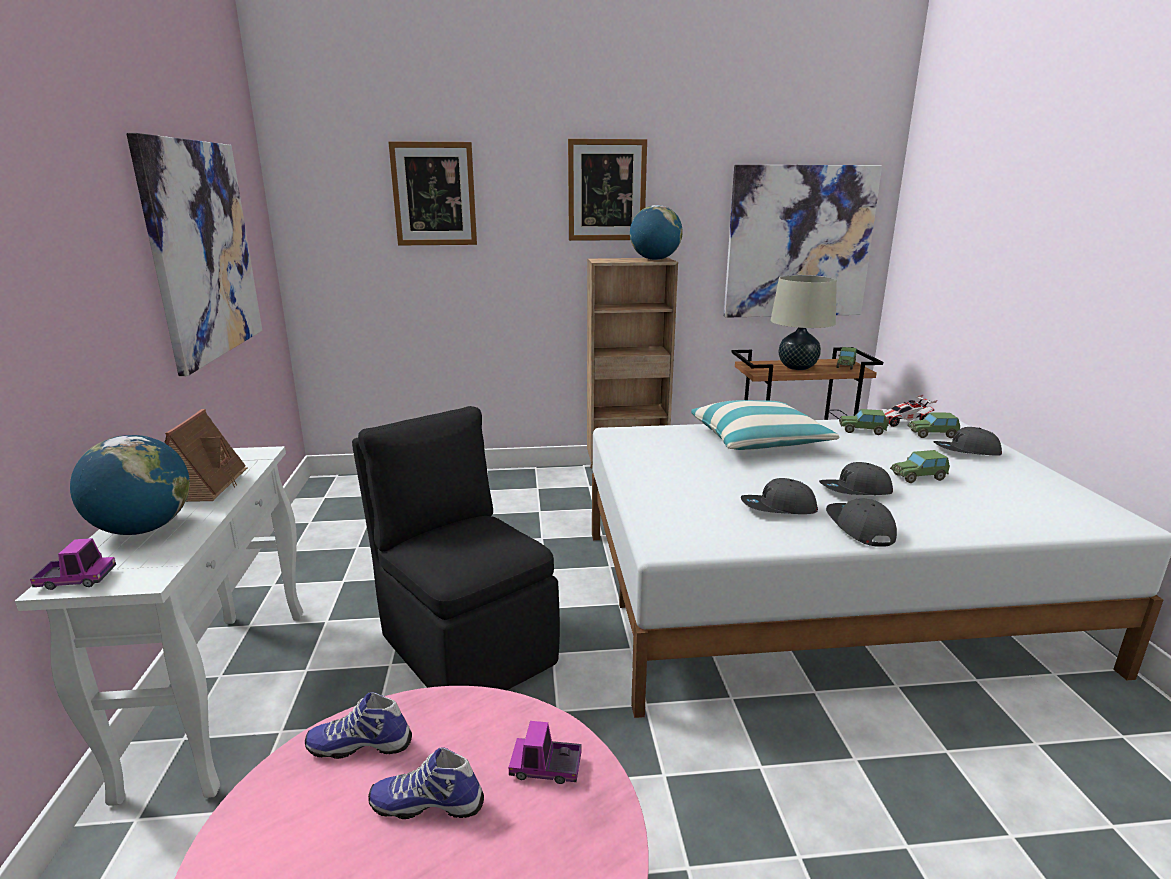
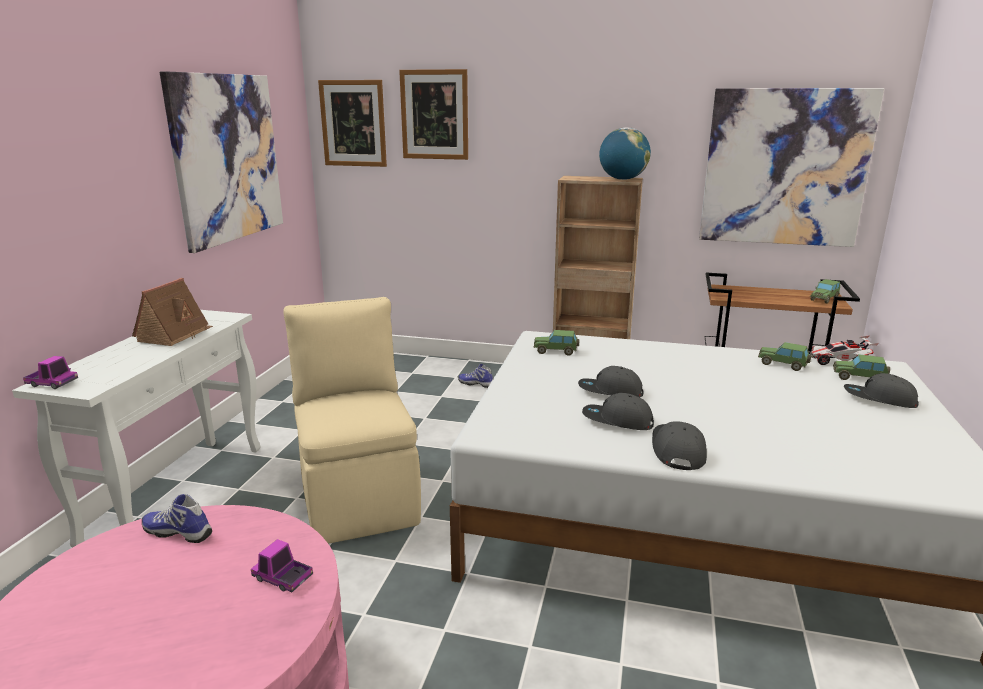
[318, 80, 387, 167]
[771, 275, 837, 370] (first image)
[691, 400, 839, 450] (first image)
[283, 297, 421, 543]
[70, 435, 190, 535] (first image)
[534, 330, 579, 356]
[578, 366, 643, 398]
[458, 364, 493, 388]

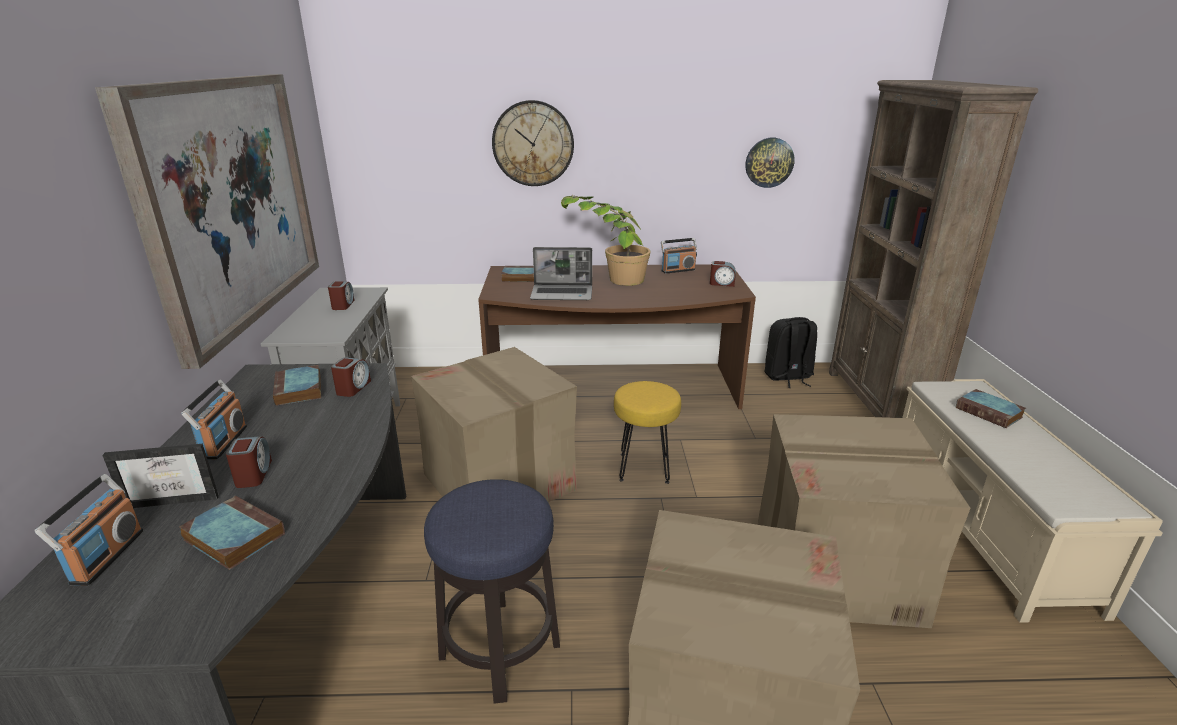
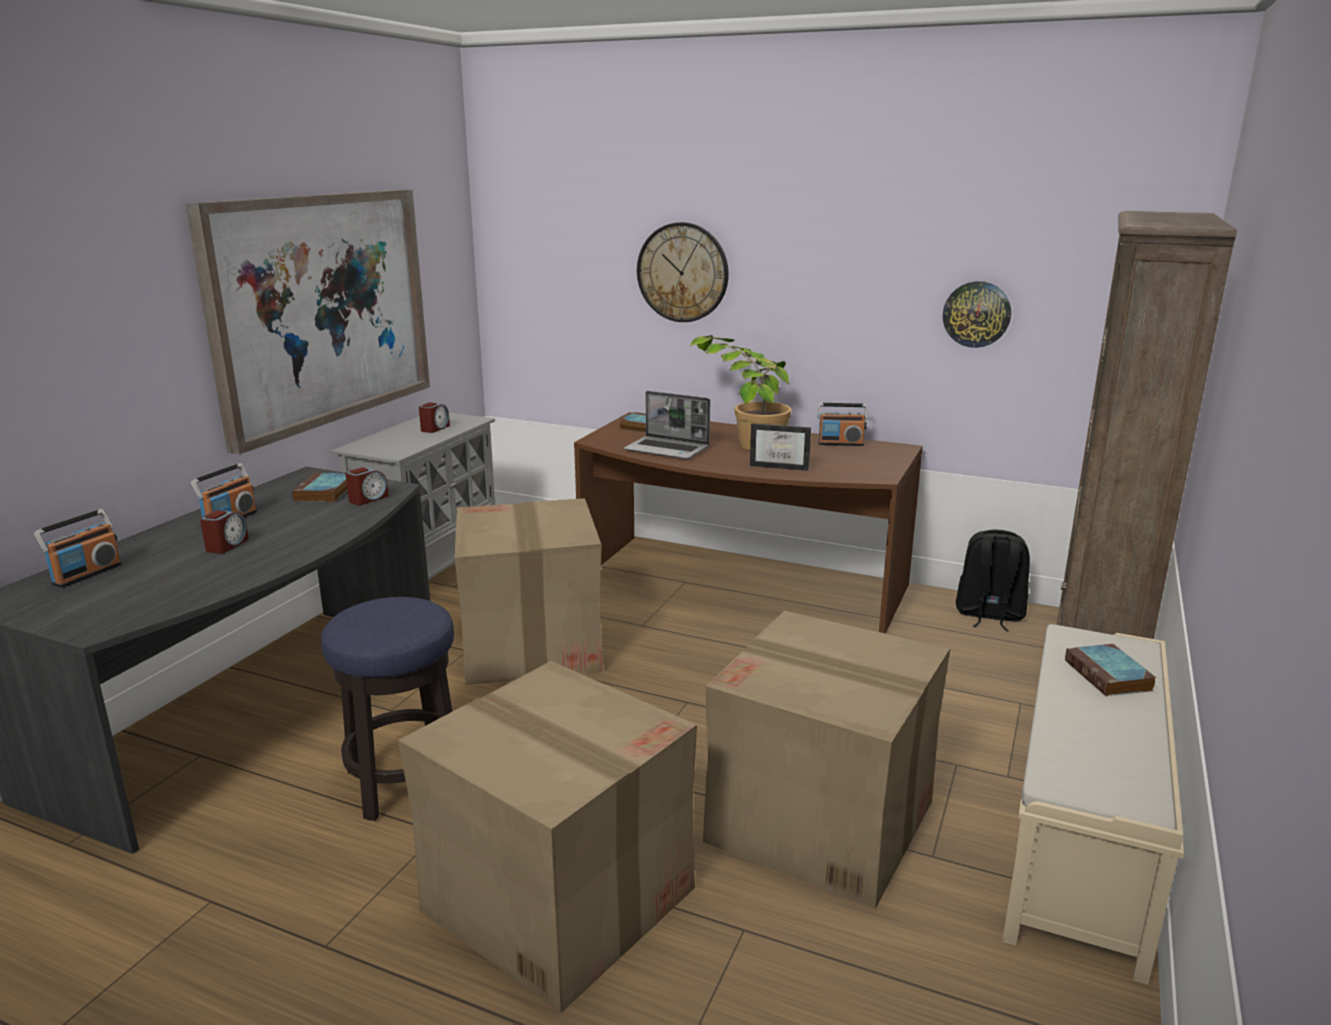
[710, 261, 736, 287] (first image)
[614, 381, 681, 484] (first image)
[750, 423, 811, 471]
[179, 495, 285, 570] (first image)

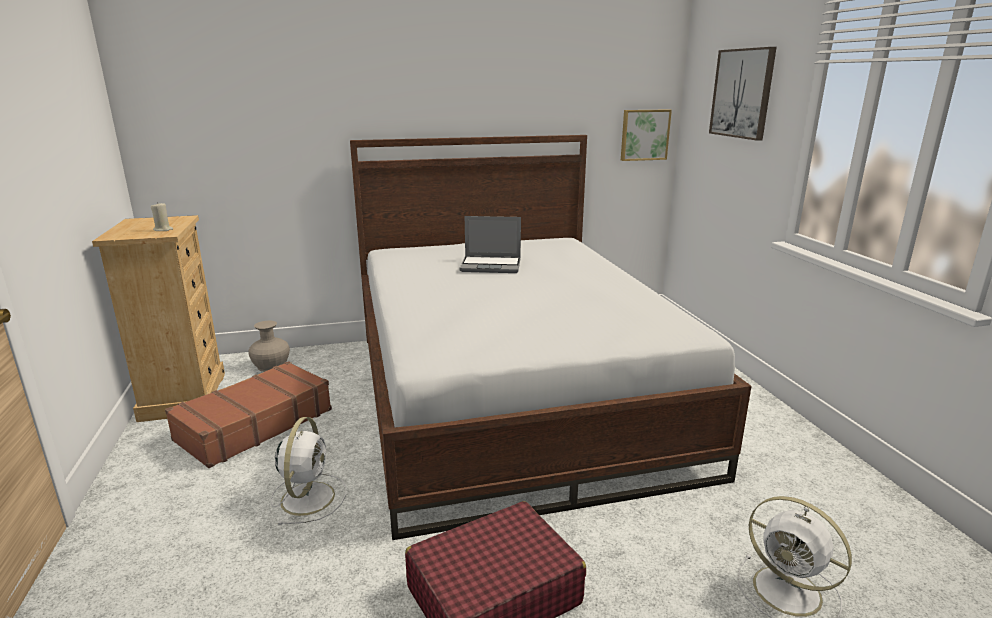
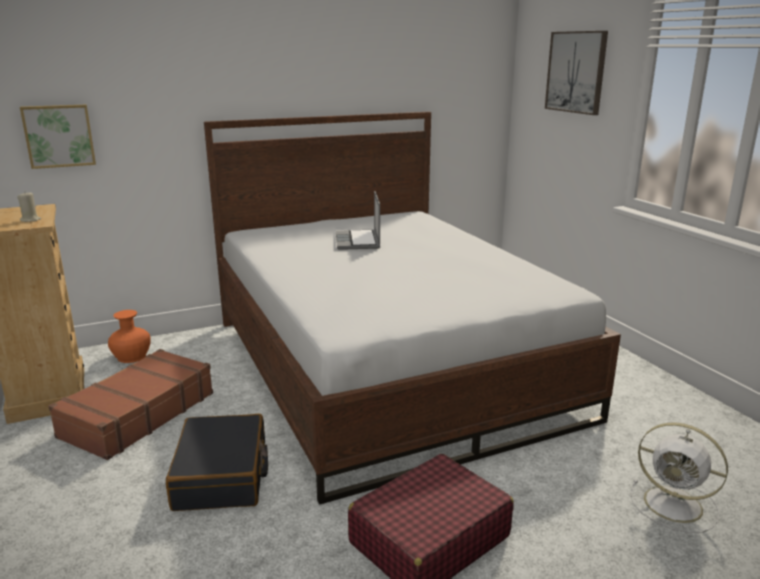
[20, 105, 96, 169]
[336, 191, 380, 250]
[108, 310, 151, 363]
[166, 414, 268, 511]

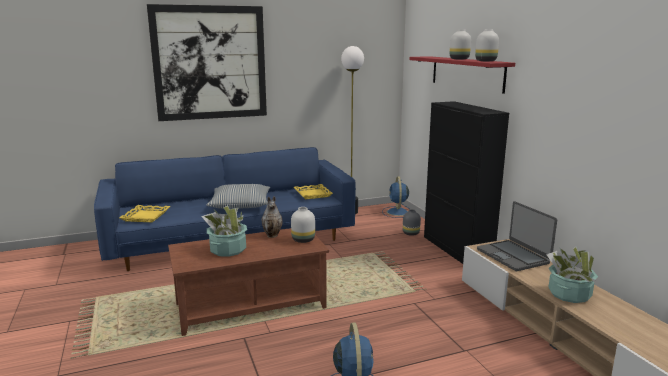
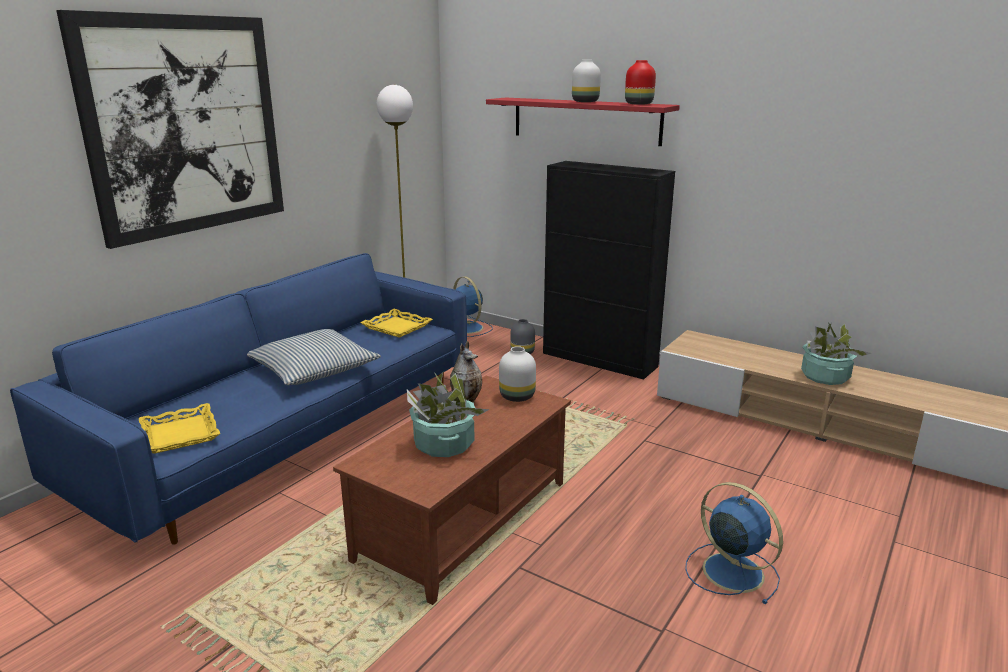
[625, 60, 656, 105]
[477, 201, 557, 271] (first image)

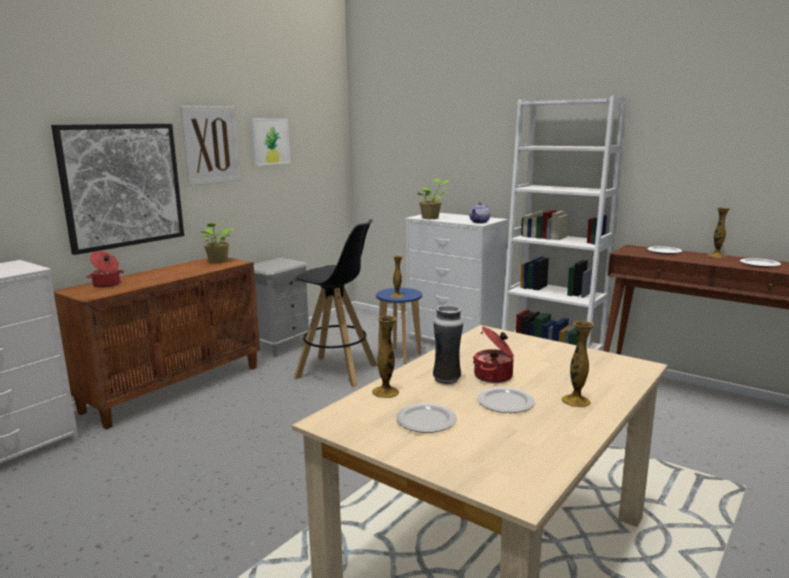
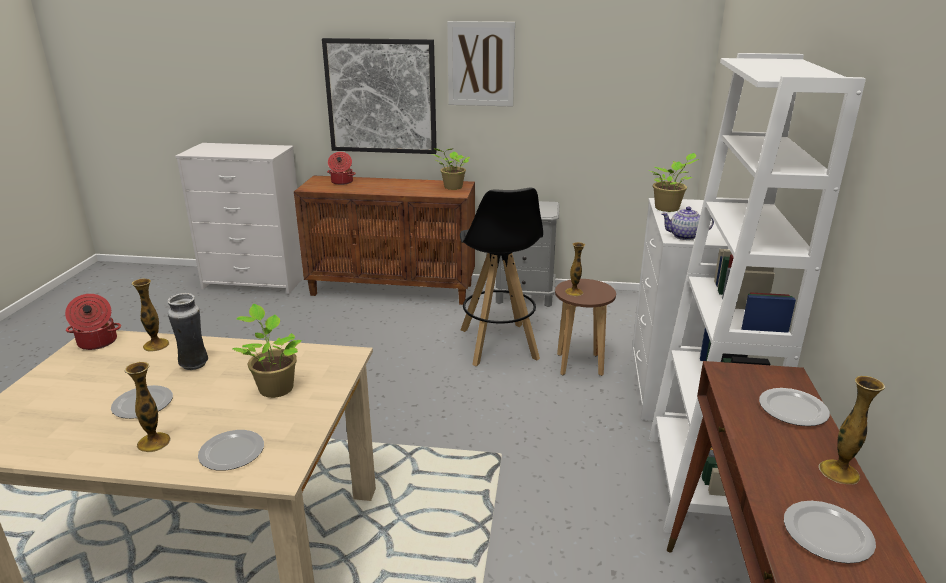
[252, 119, 290, 166] (first image)
[555, 279, 616, 376]
[65, 294, 121, 350]
[198, 430, 264, 470]
[232, 304, 302, 398]

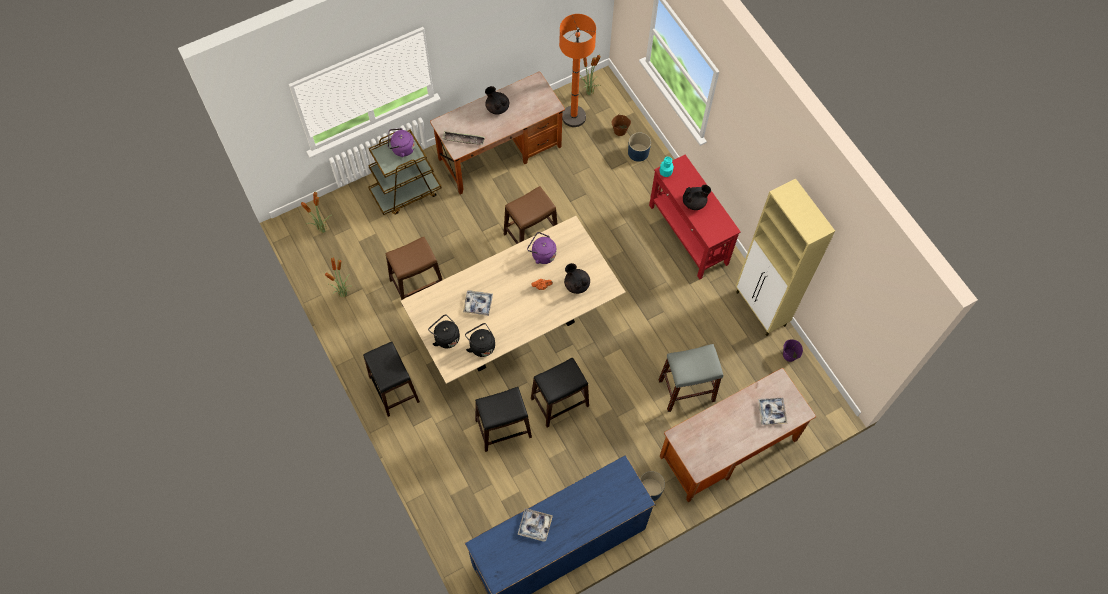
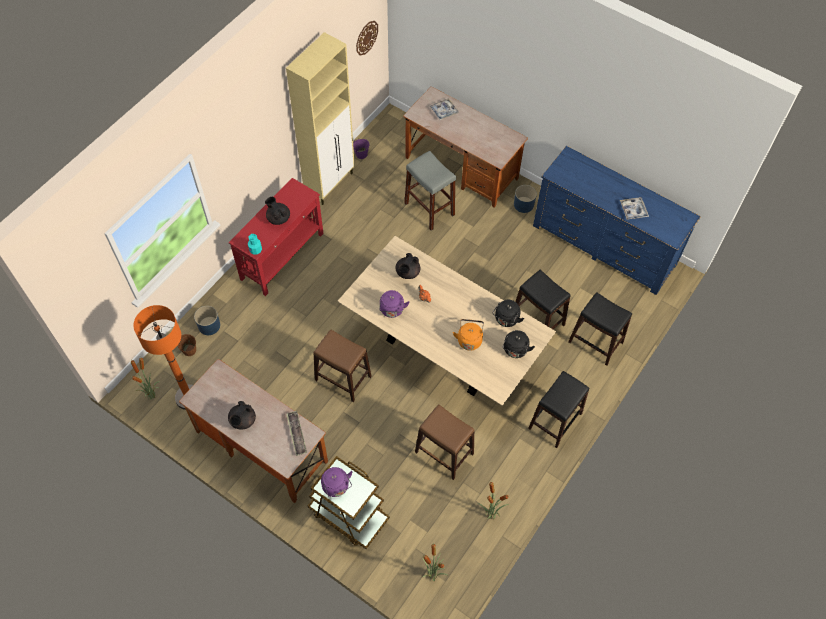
[453, 319, 484, 351]
[568, 292, 632, 366]
[356, 21, 378, 56]

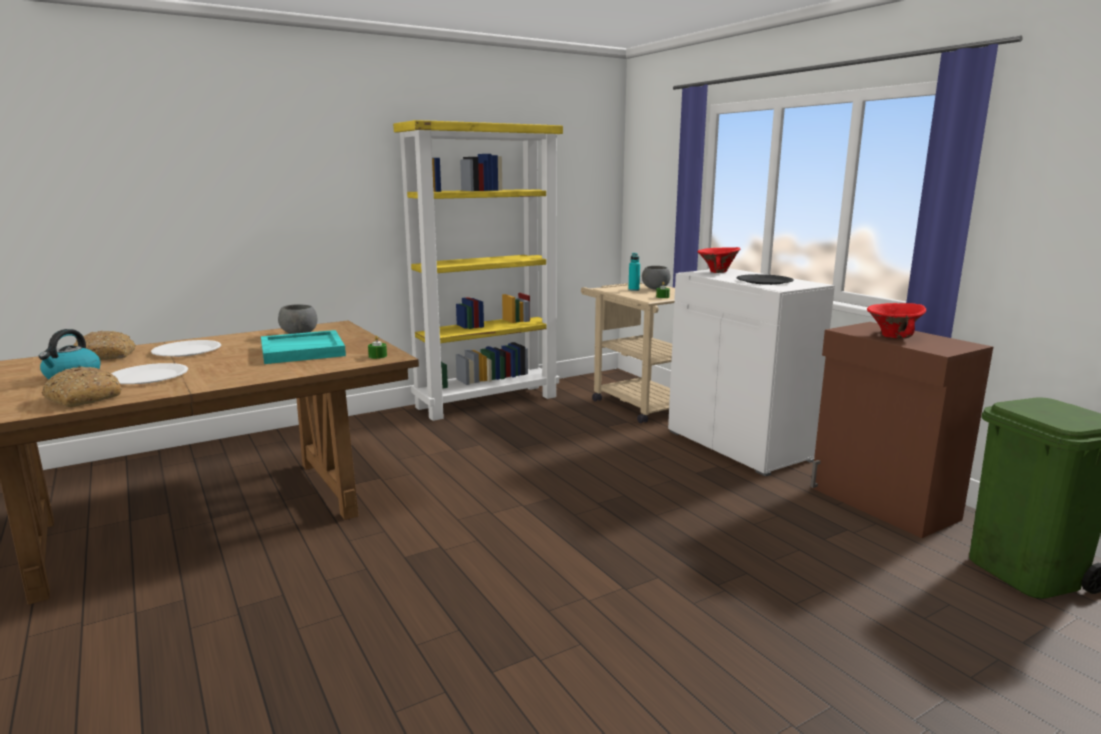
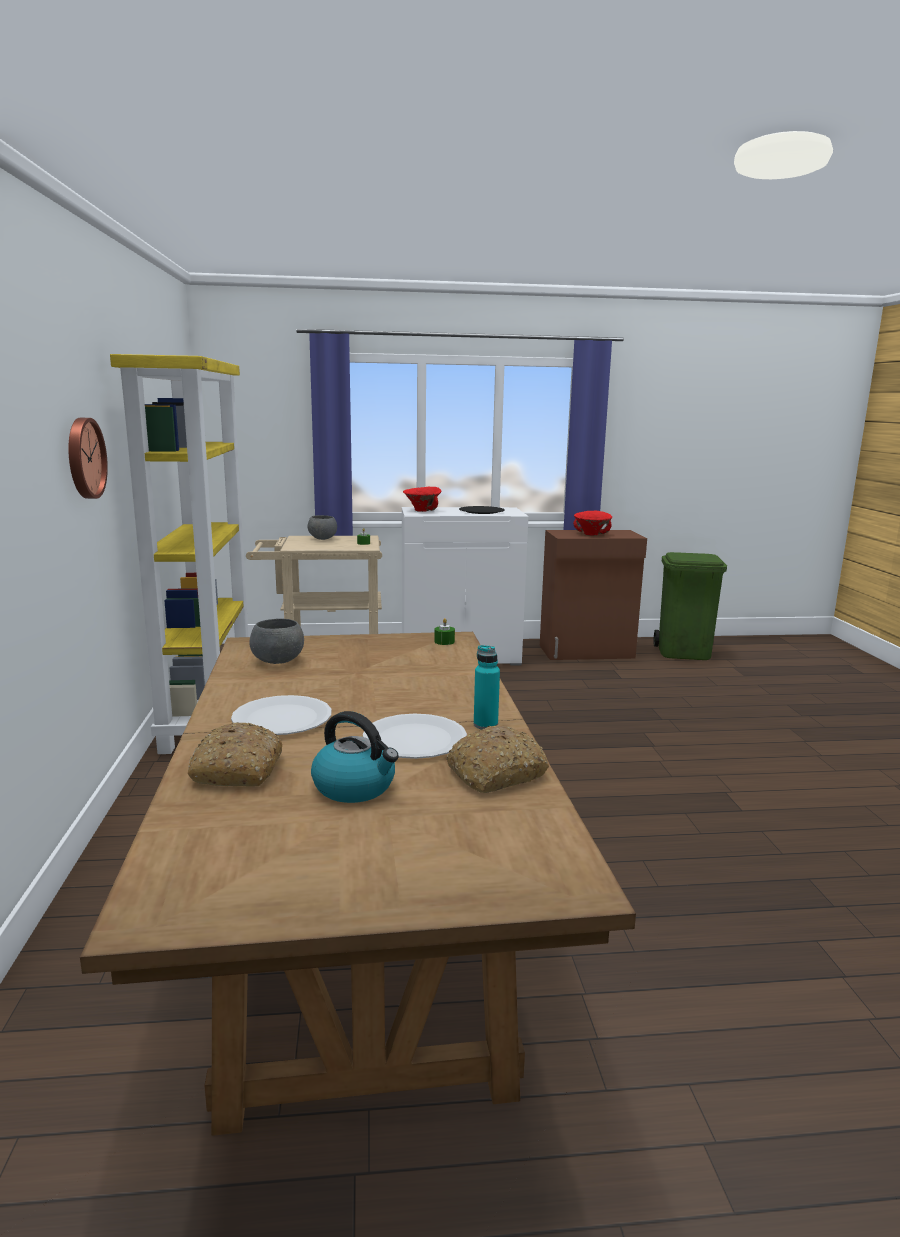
[474, 645, 500, 729]
[261, 330, 346, 364] (first image)
[68, 418, 108, 499]

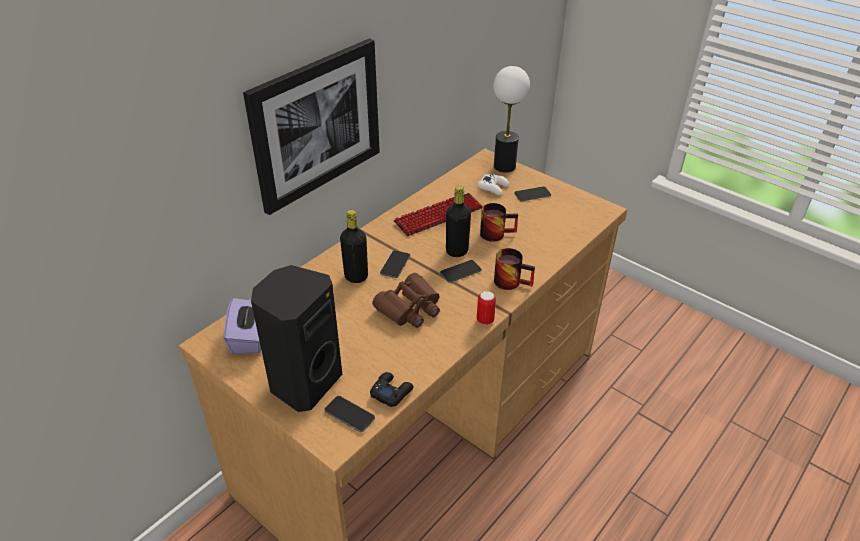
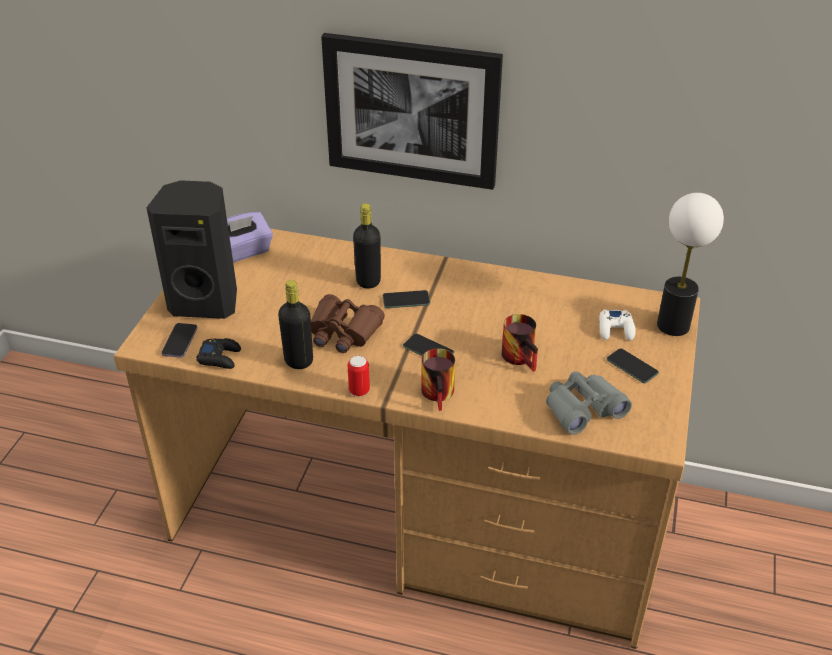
[278, 280, 313, 369]
[394, 193, 483, 236] (first image)
[546, 371, 632, 435]

